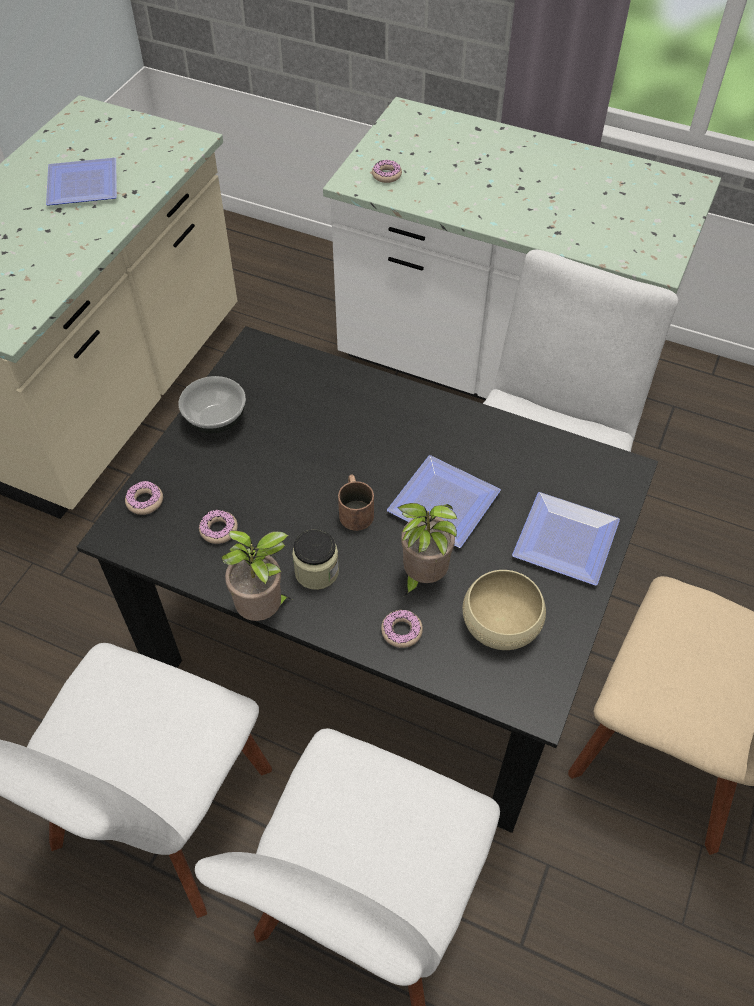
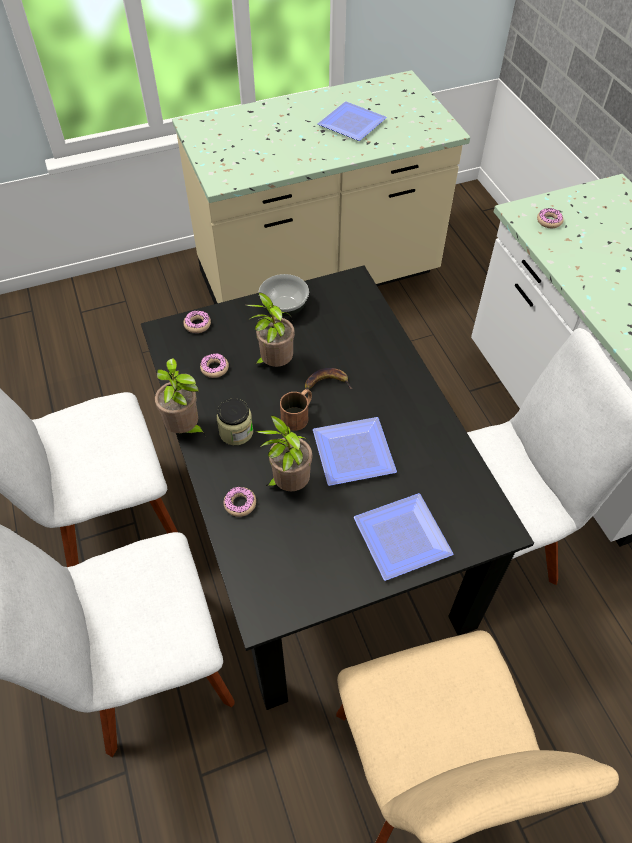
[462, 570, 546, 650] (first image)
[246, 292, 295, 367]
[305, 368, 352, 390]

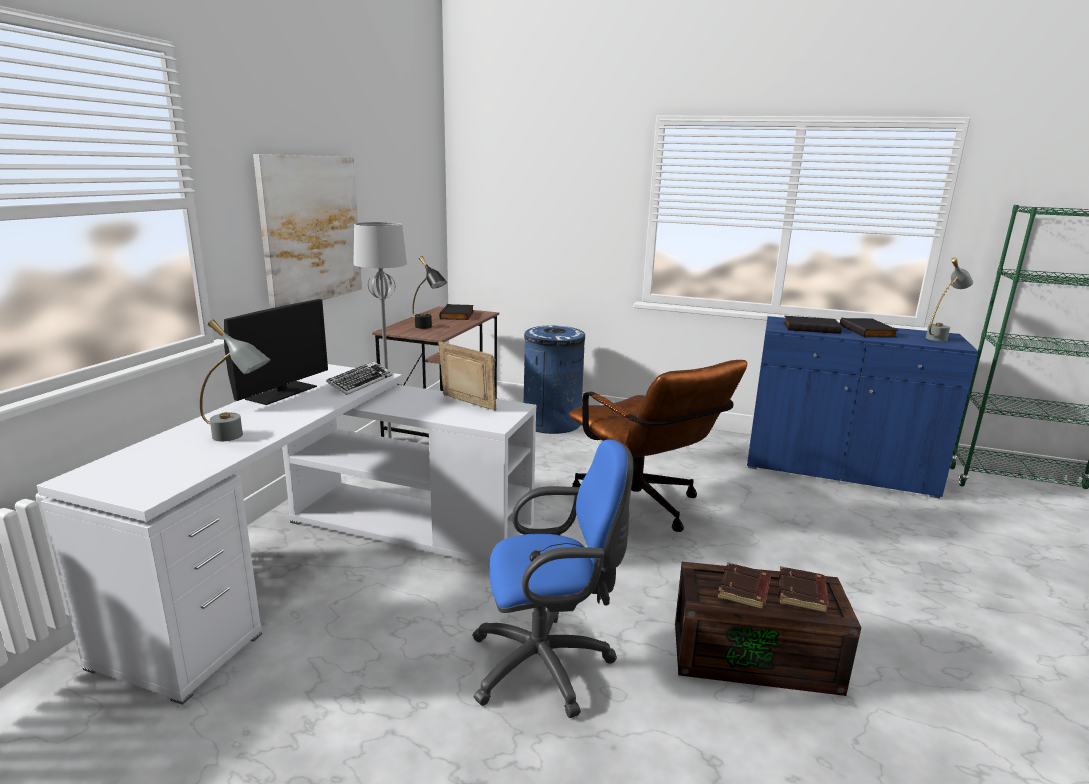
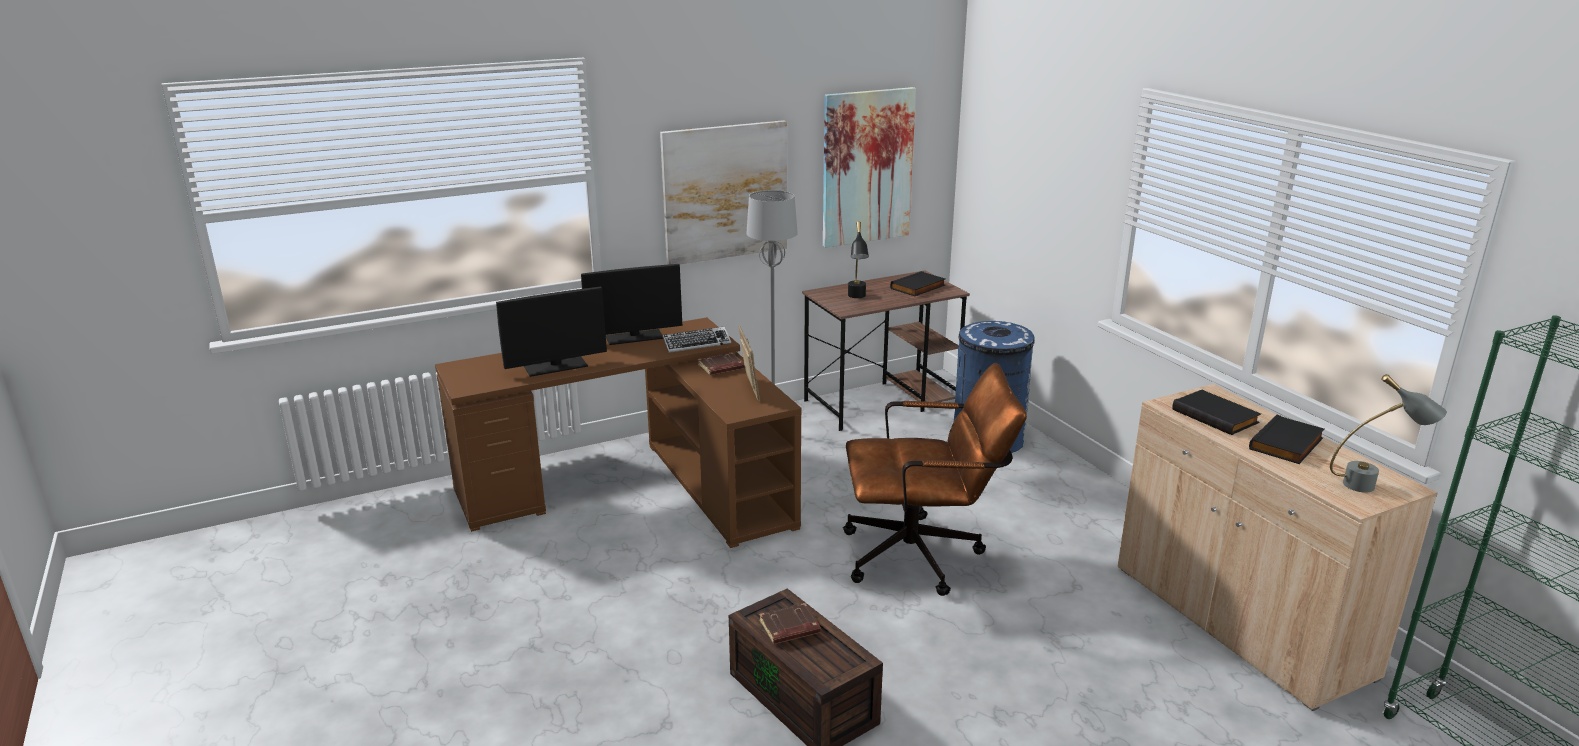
[1117, 384, 1438, 711]
[496, 287, 607, 377]
[843, 363, 1027, 596]
[435, 317, 802, 548]
[472, 439, 633, 718] (first image)
[698, 352, 745, 376]
[823, 87, 916, 248]

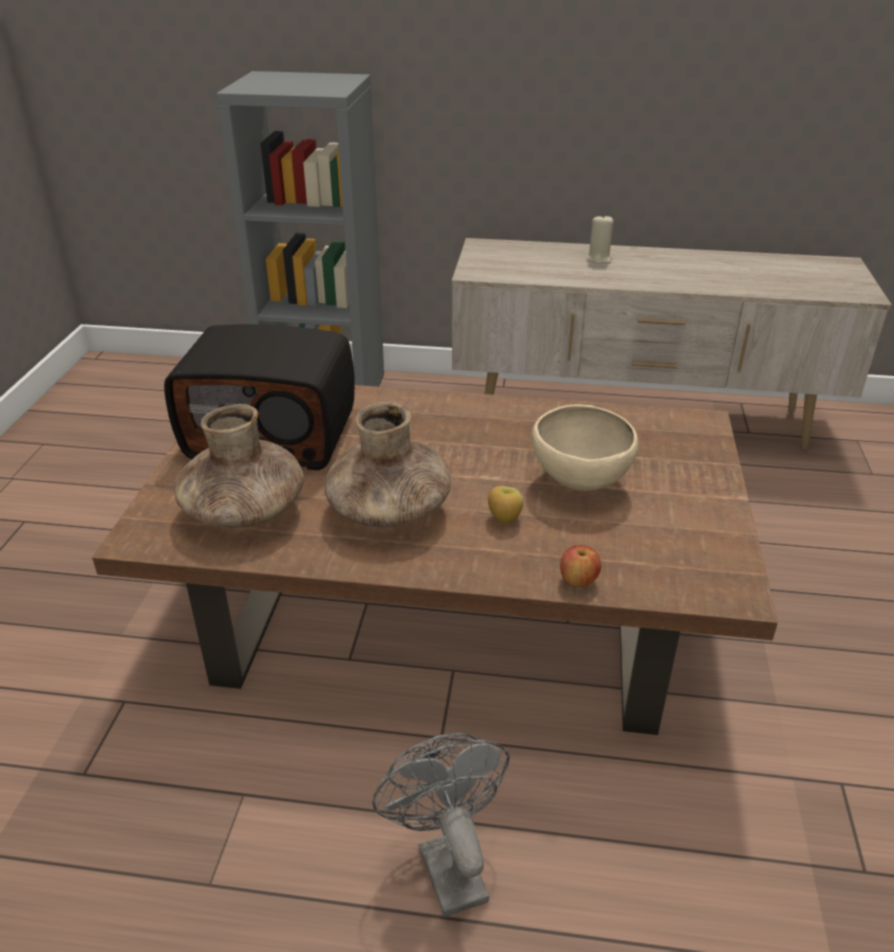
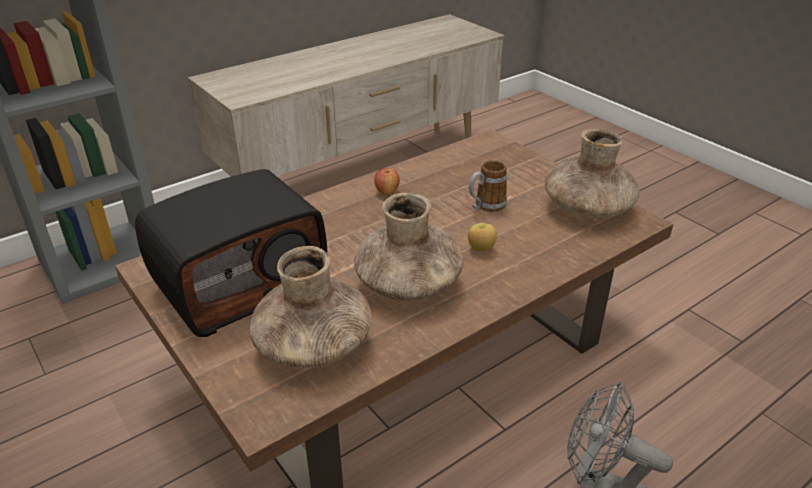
[586, 215, 614, 264] (first image)
[469, 160, 507, 212]
[374, 168, 400, 195]
[545, 129, 640, 218]

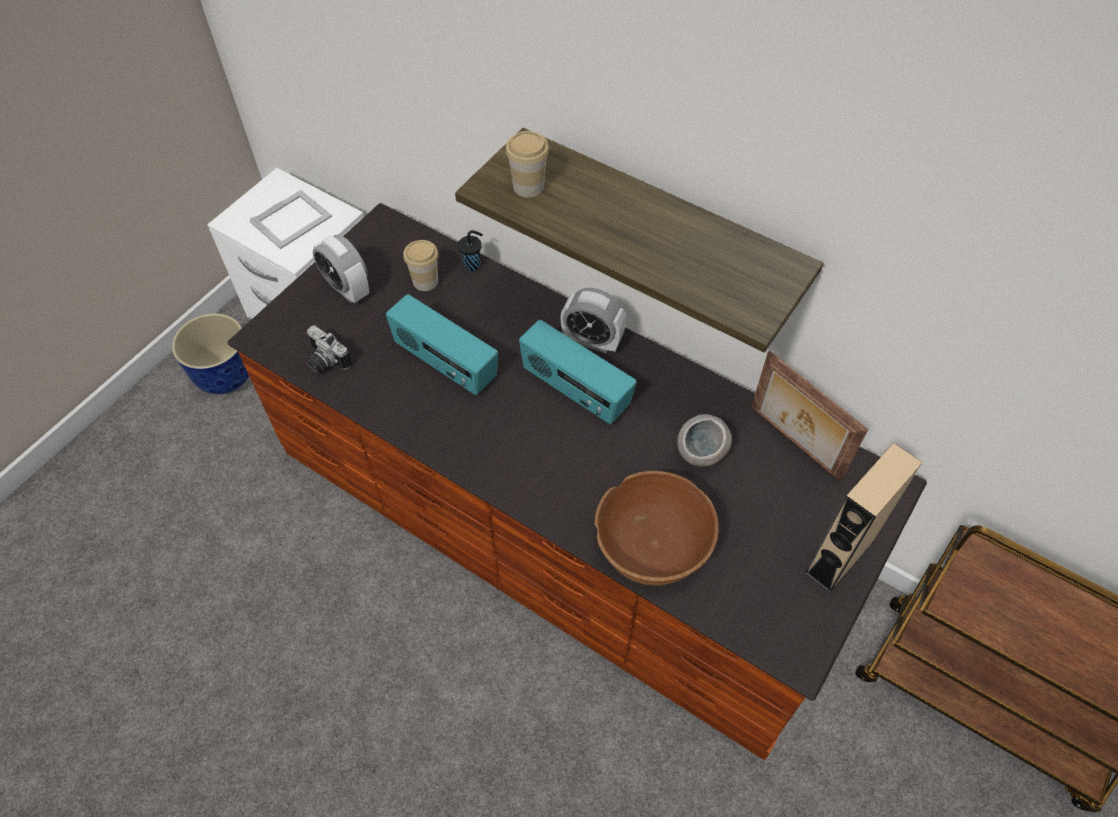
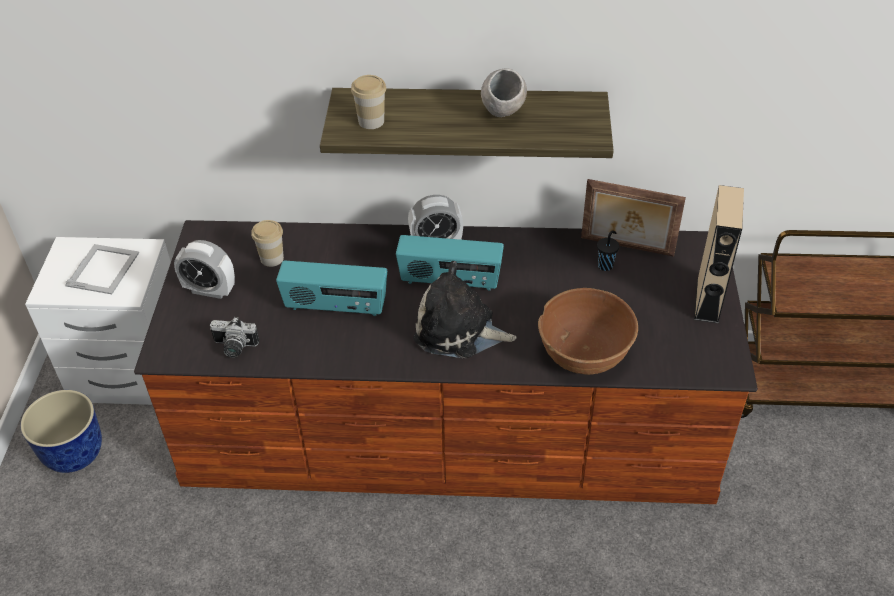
[597, 230, 619, 271]
[481, 69, 527, 117]
[413, 261, 517, 359]

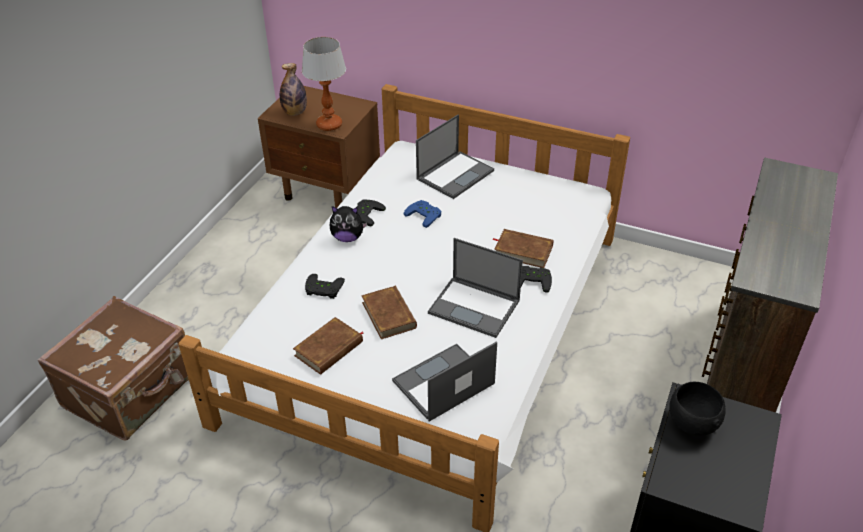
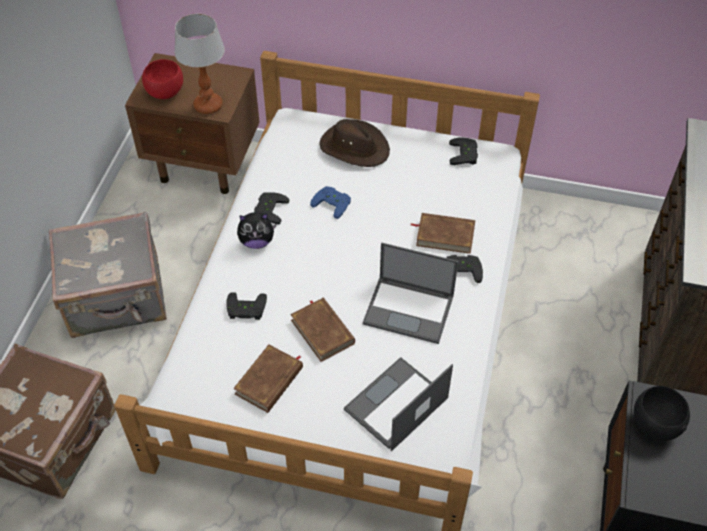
[142, 59, 183, 99]
[319, 119, 390, 167]
[449, 137, 478, 165]
[49, 211, 167, 338]

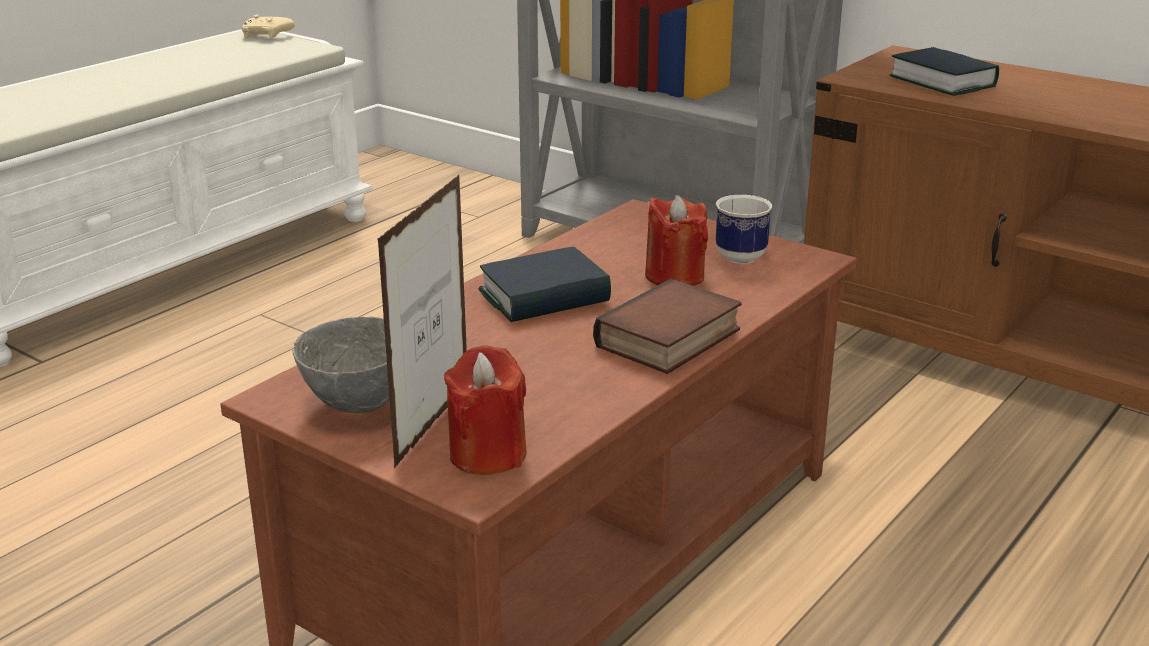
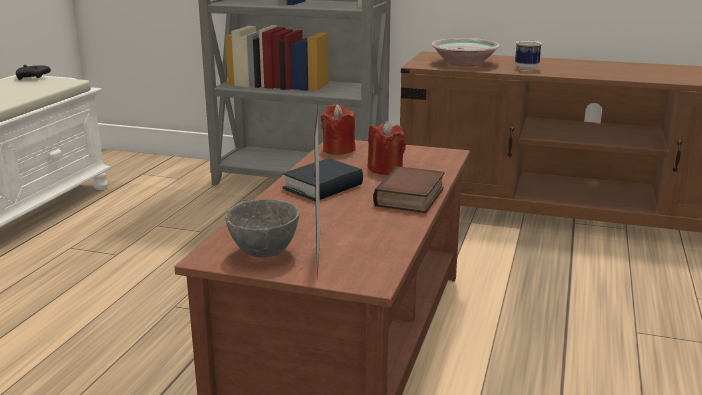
[16, 65, 51, 80]
[431, 38, 500, 67]
[515, 41, 542, 71]
[321, 104, 355, 155]

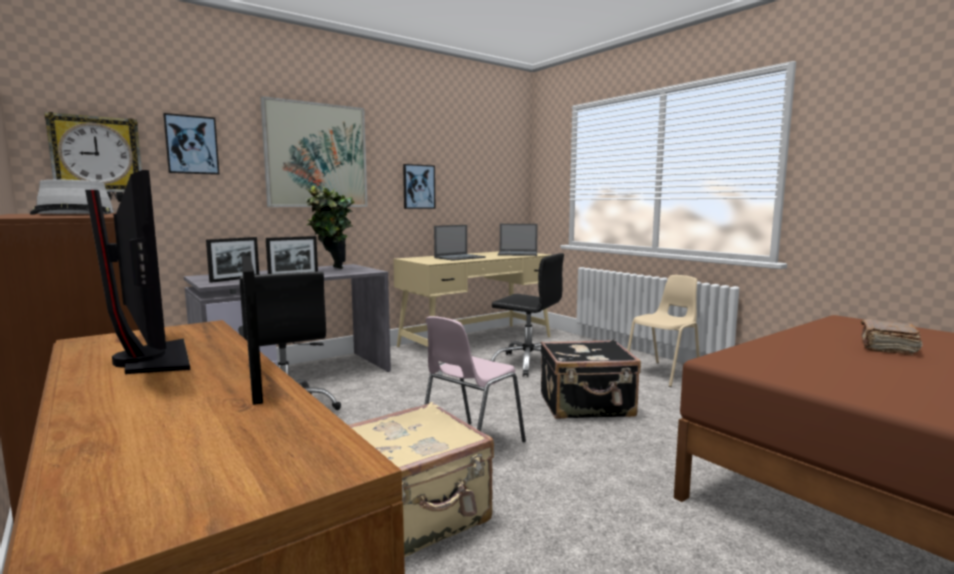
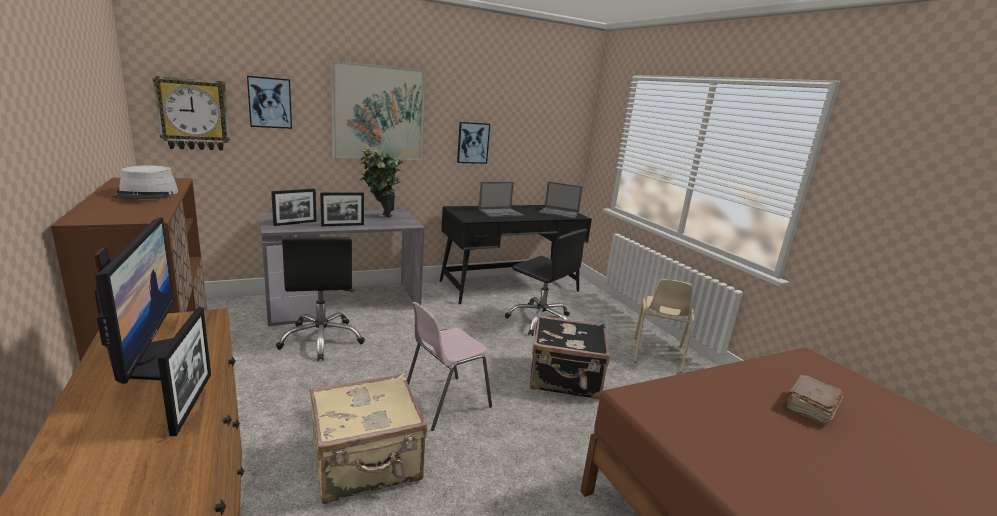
[440, 205, 592, 304]
[634, 279, 694, 373]

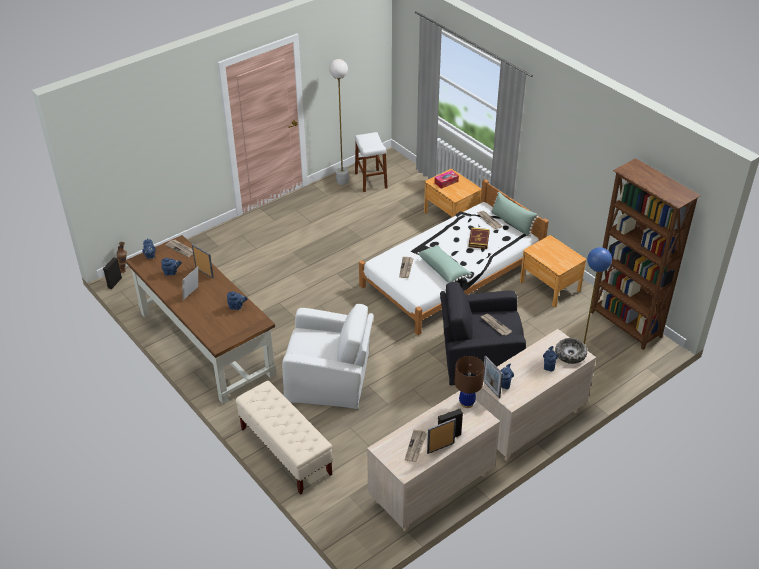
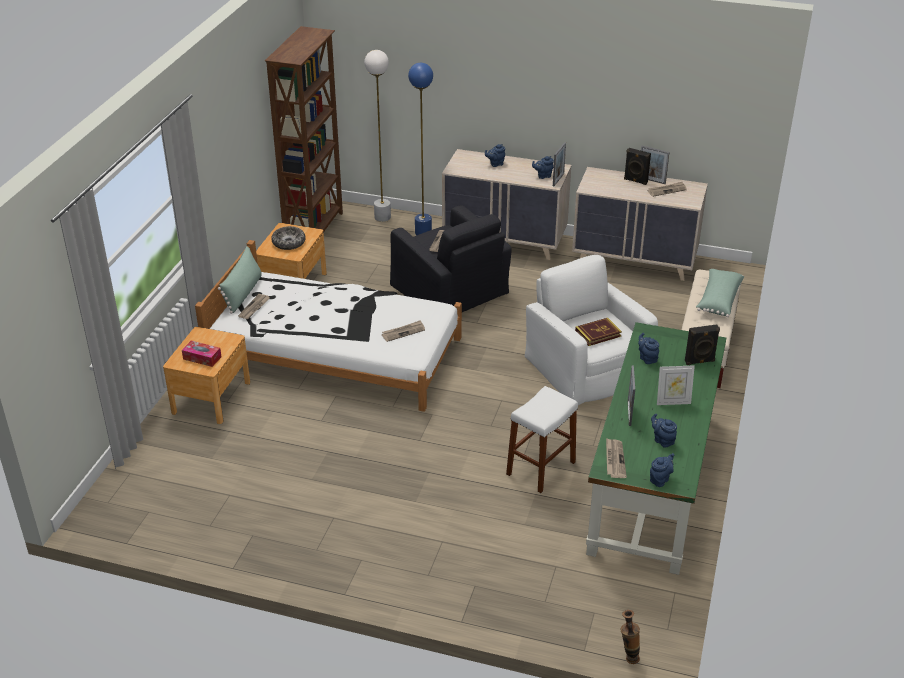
[364, 50, 391, 222]
[506, 386, 578, 493]
[575, 318, 622, 346]
[586, 322, 726, 575]
[696, 269, 744, 317]
[685, 324, 720, 365]
[271, 226, 306, 250]
[454, 356, 484, 408] (first image)

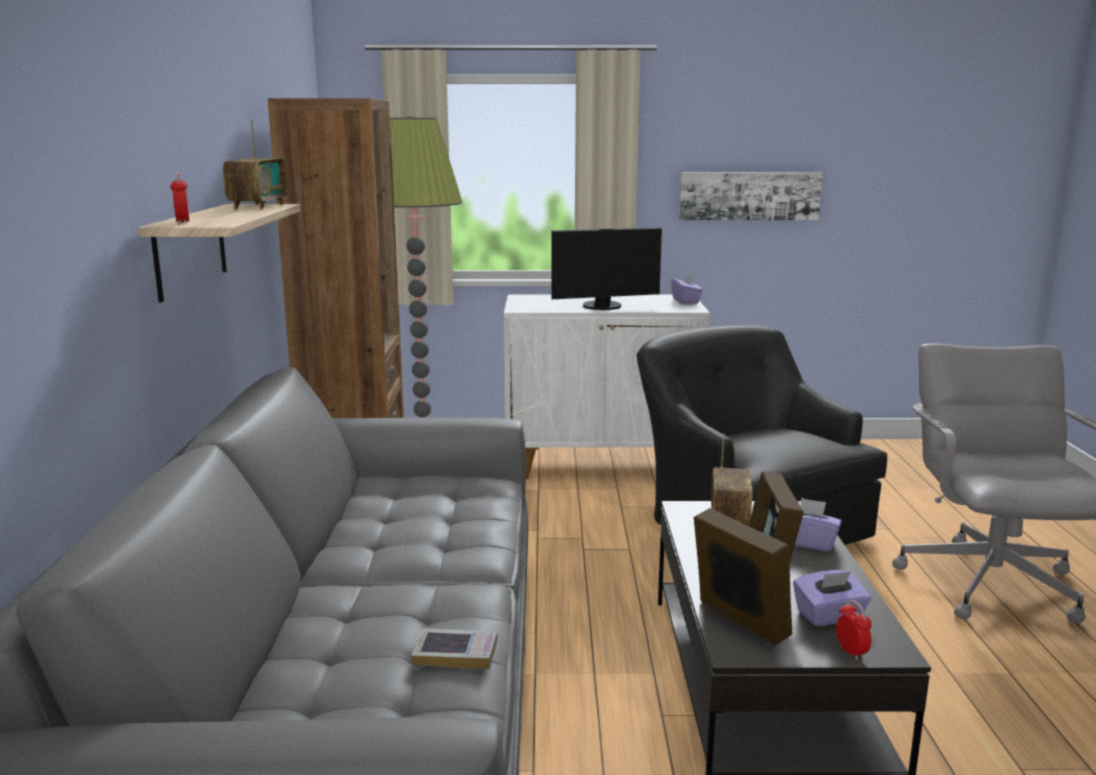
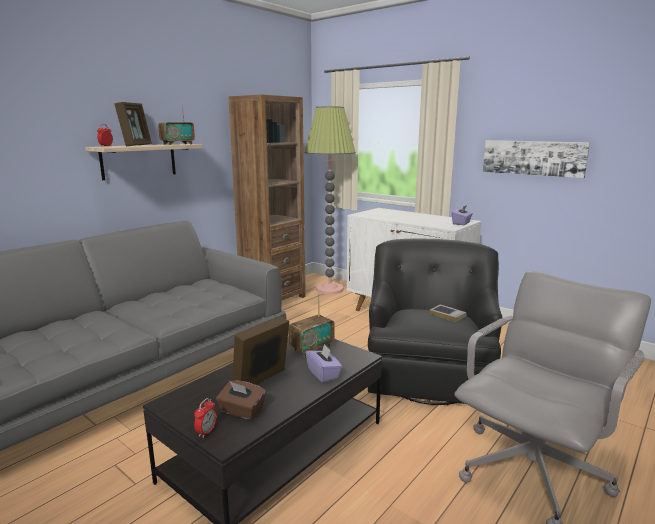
[552, 227, 662, 310] (first image)
[114, 102, 152, 146]
[216, 380, 266, 420]
[429, 304, 467, 322]

